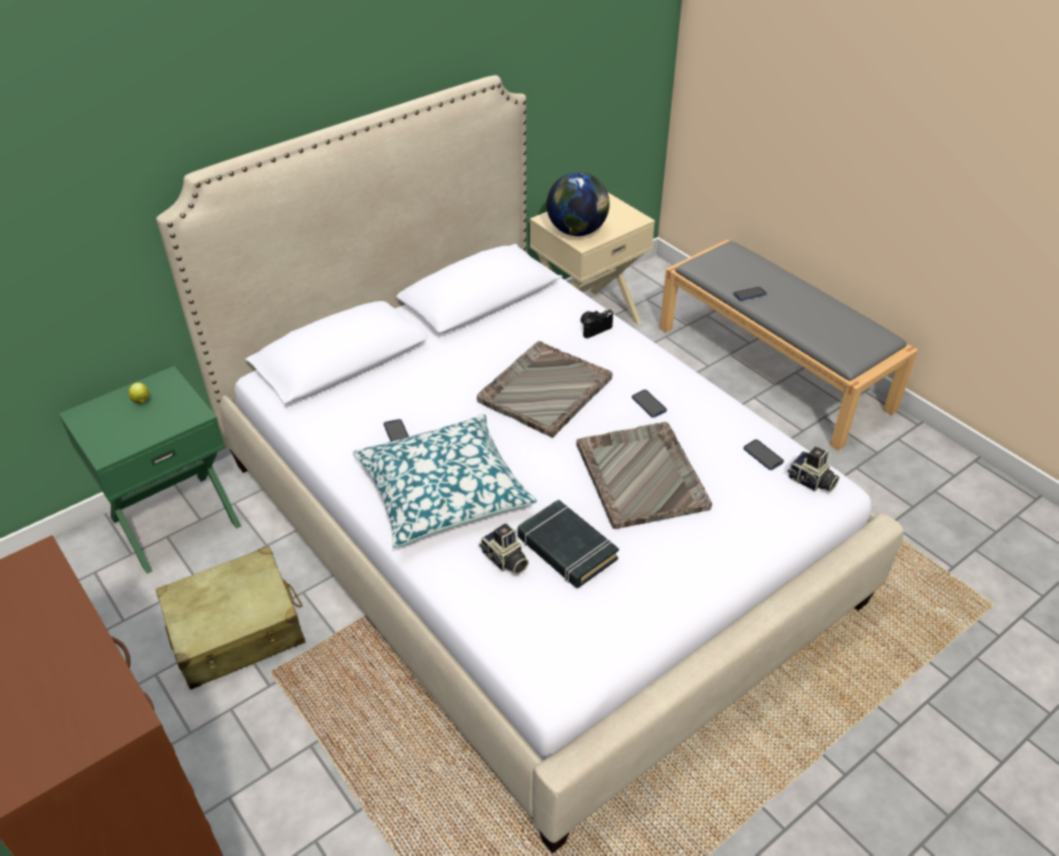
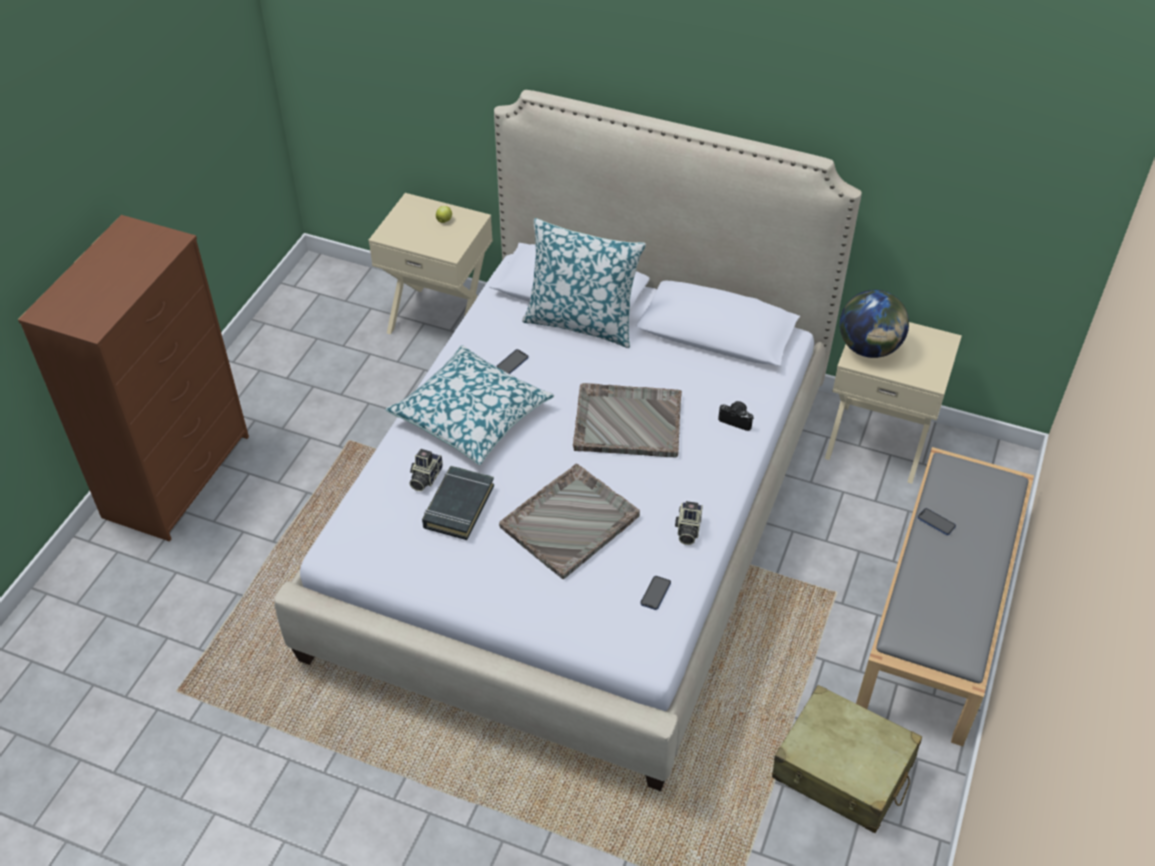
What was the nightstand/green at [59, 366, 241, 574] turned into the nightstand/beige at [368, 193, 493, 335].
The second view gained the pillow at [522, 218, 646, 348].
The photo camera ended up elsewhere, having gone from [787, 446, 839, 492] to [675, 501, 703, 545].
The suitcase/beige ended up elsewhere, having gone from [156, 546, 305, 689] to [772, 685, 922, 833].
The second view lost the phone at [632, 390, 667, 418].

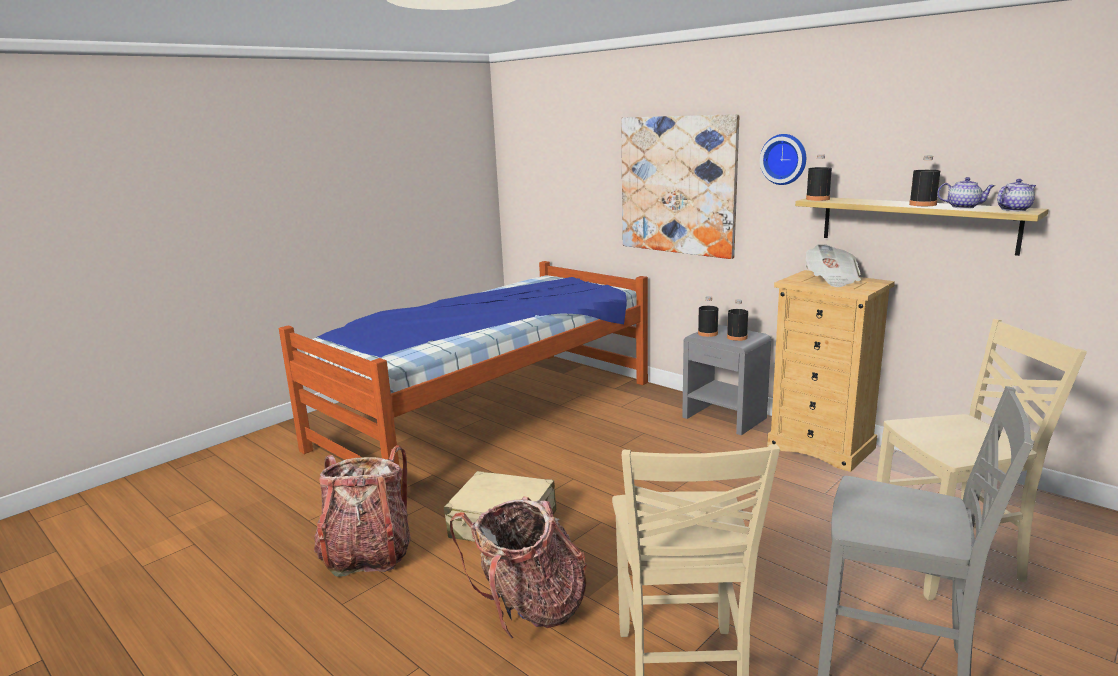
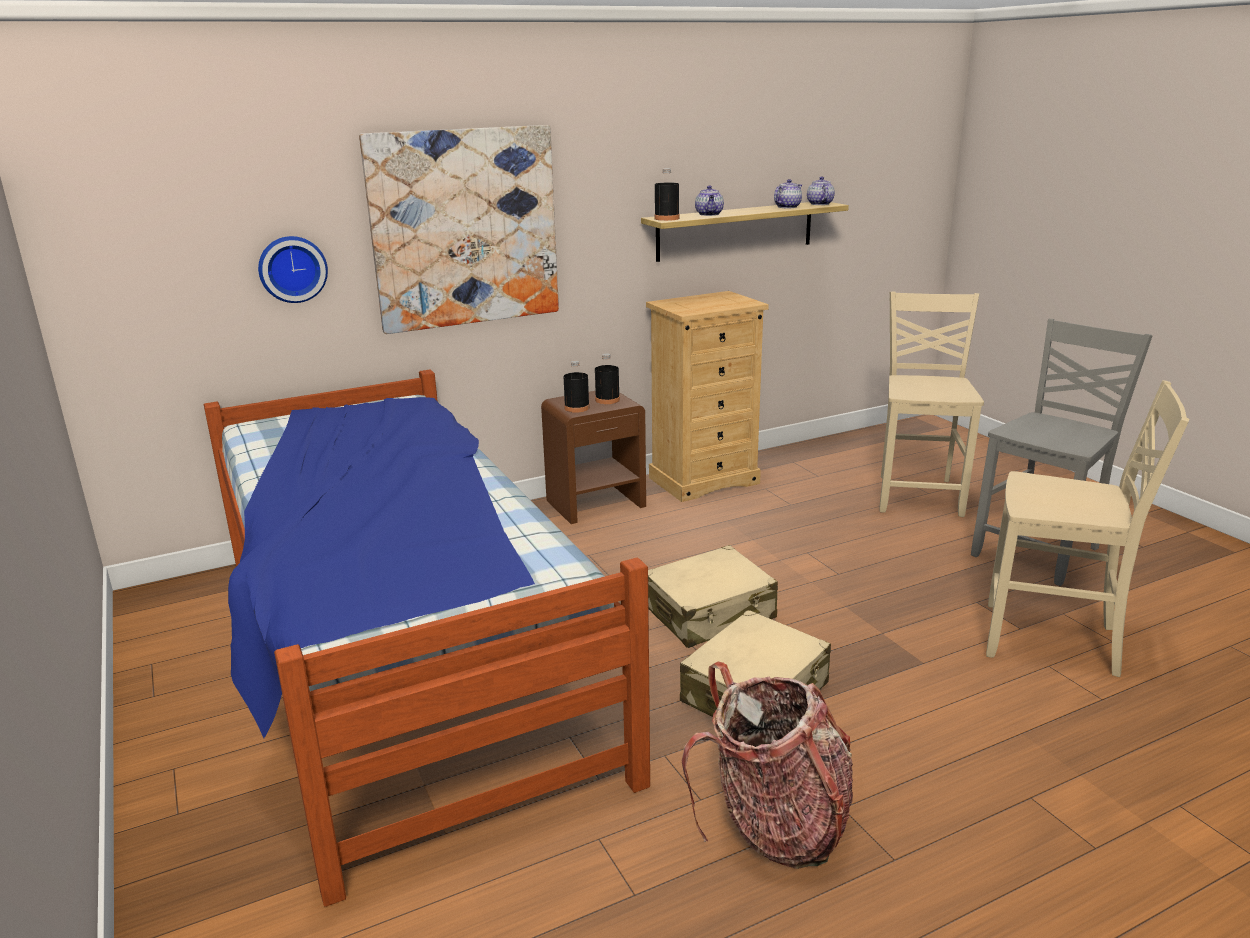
The wall clock ended up elsewhere, having gone from [760, 134, 806, 185] to [258, 236, 328, 303].
What was the nightstand/grey at [682, 325, 771, 435] turned into the nightstand/brown at [541, 391, 646, 524].
The second view gained the suitcase/beige at [648, 545, 778, 648].
The second view gained the teapot at [695, 185, 724, 216].
The second view lost the backpack at [450, 496, 587, 638].
The second view lost the newspaper at [806, 244, 861, 287].
The second view lost the bottle/black at [909, 156, 940, 206].

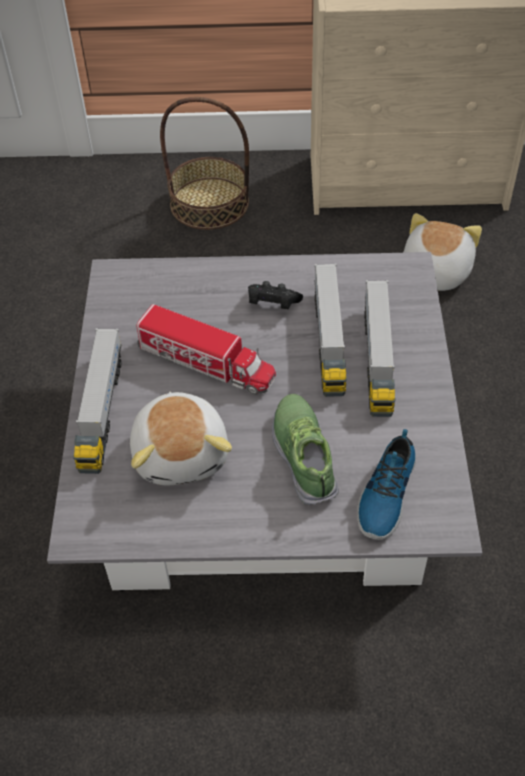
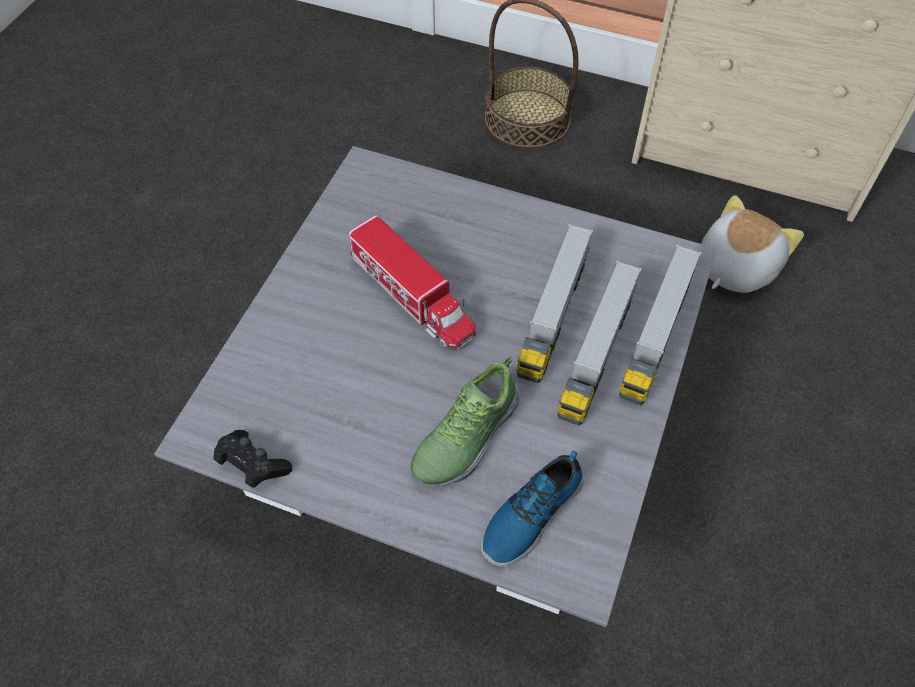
The game controller/black ended up elsewhere, having gone from [248, 281, 303, 309] to [213, 430, 292, 488].
The shoe at [272, 394, 339, 506] ended up facing another way, 150 degrees counterclockwise from before.
The toy truck ended up elsewhere, having gone from [73, 328, 121, 474] to [619, 244, 702, 405].
The second view lost the plush toy at [130, 392, 232, 485].

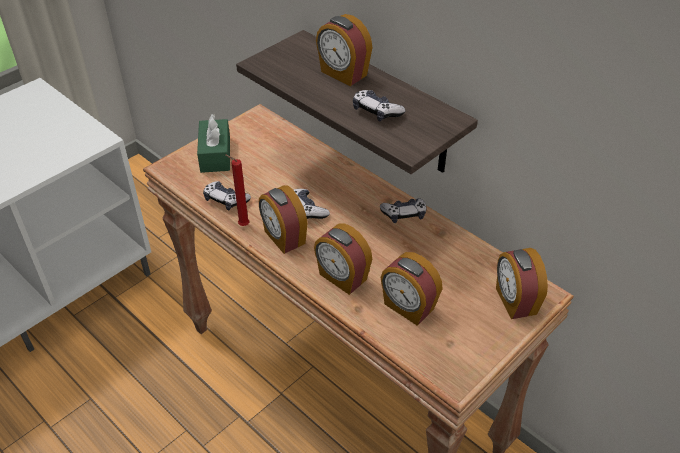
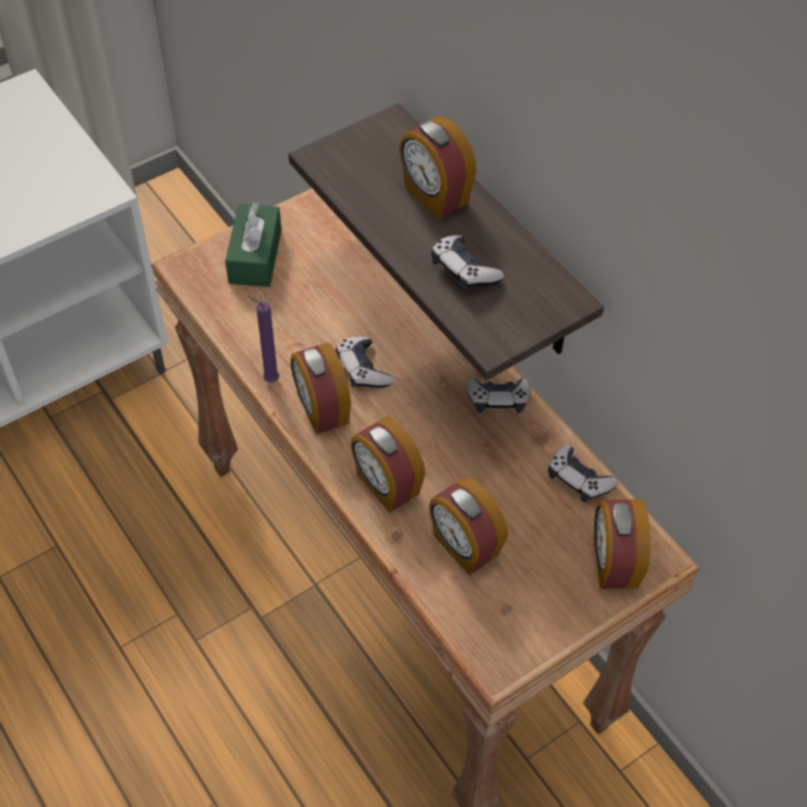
What was the candle/red at [225, 155, 249, 226] turned into the candle/purple at [248, 296, 279, 383].
The game controller ended up elsewhere, having gone from [203, 181, 251, 210] to [548, 445, 618, 502].

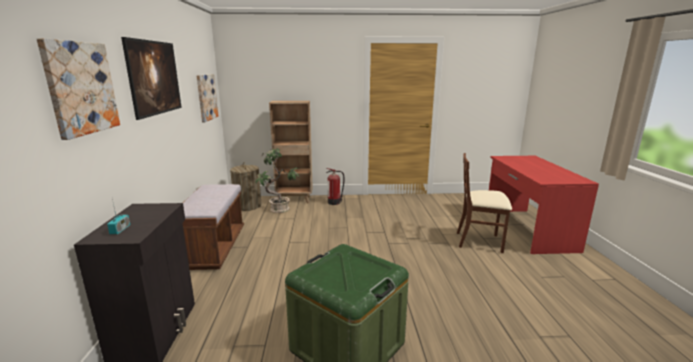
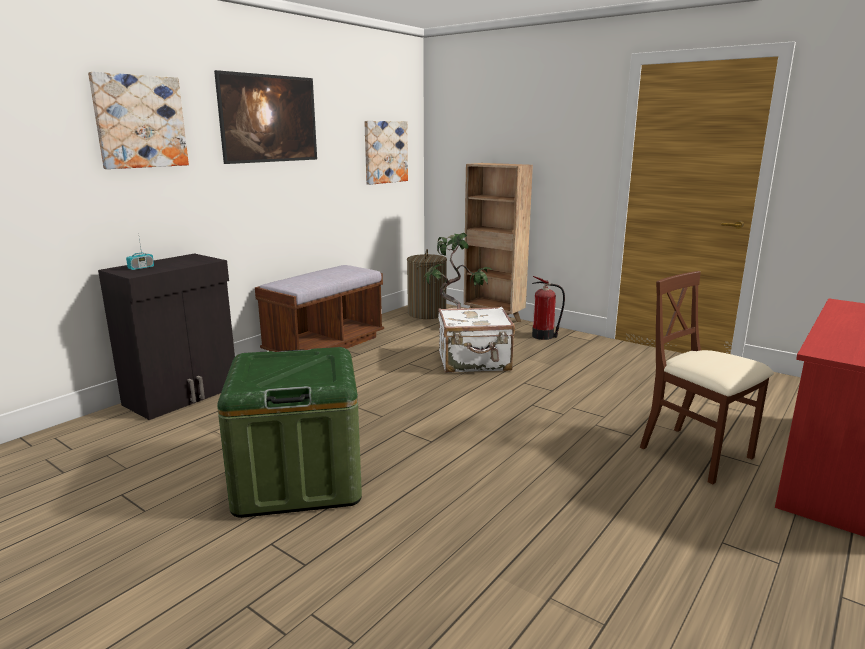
The second view gained the suitcase/white at [438, 307, 515, 373].

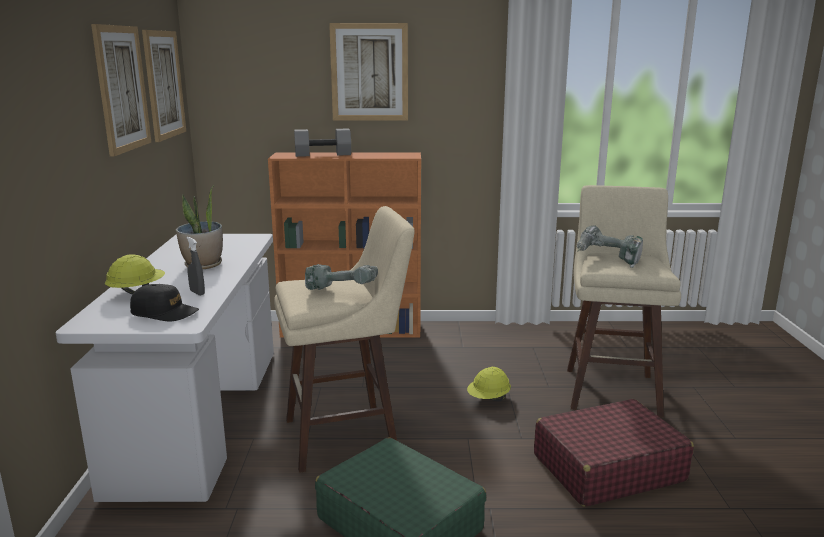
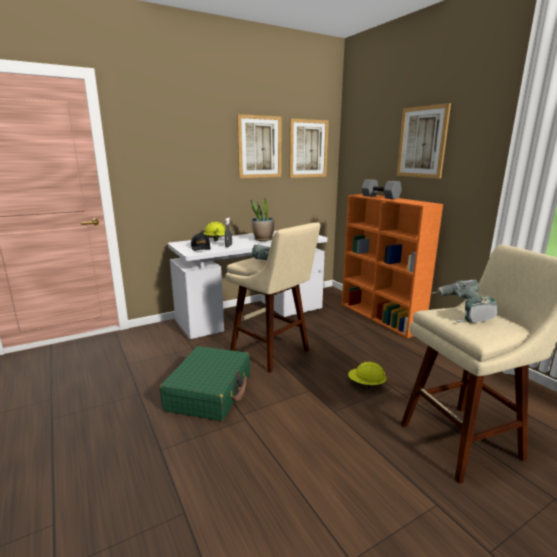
The second view lost the suitcase/red at [534, 399, 694, 507].

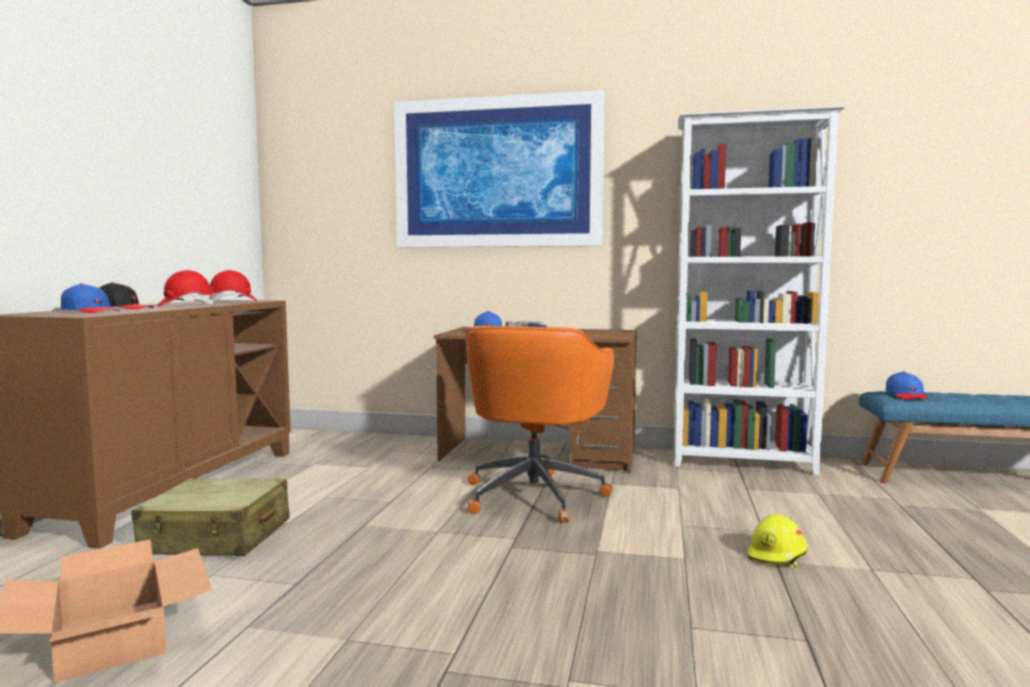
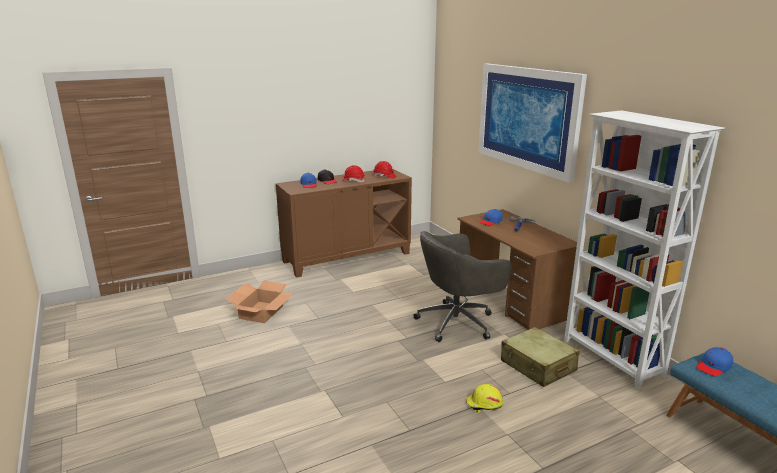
What was the office chair/orange at [465, 326, 614, 523] turned into the office chair/grey at [413, 231, 511, 342].
The suitcase/beige ended up elsewhere, having gone from [131, 478, 289, 556] to [501, 327, 579, 387].

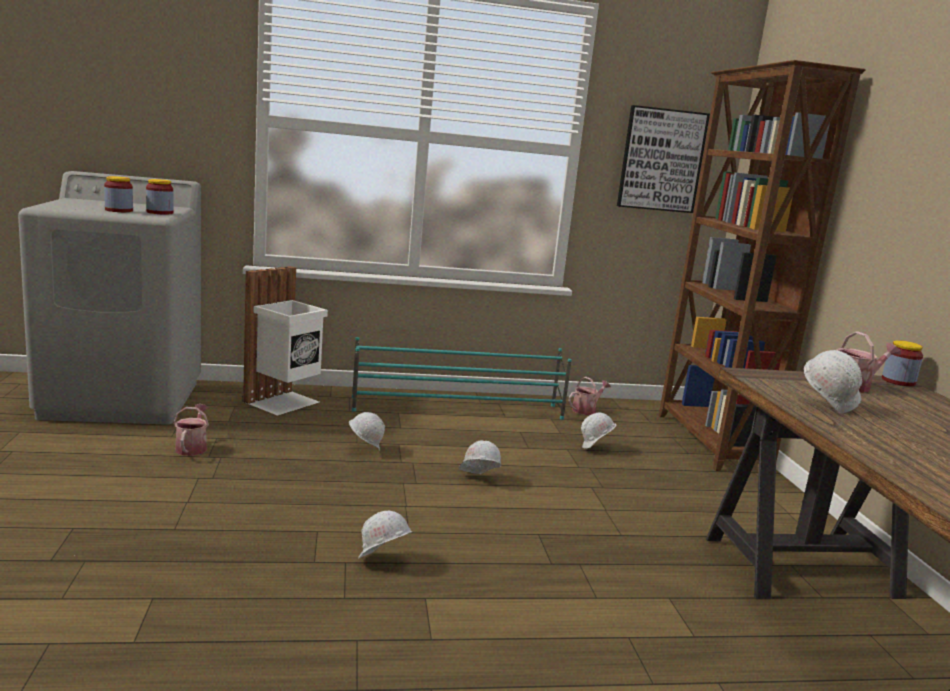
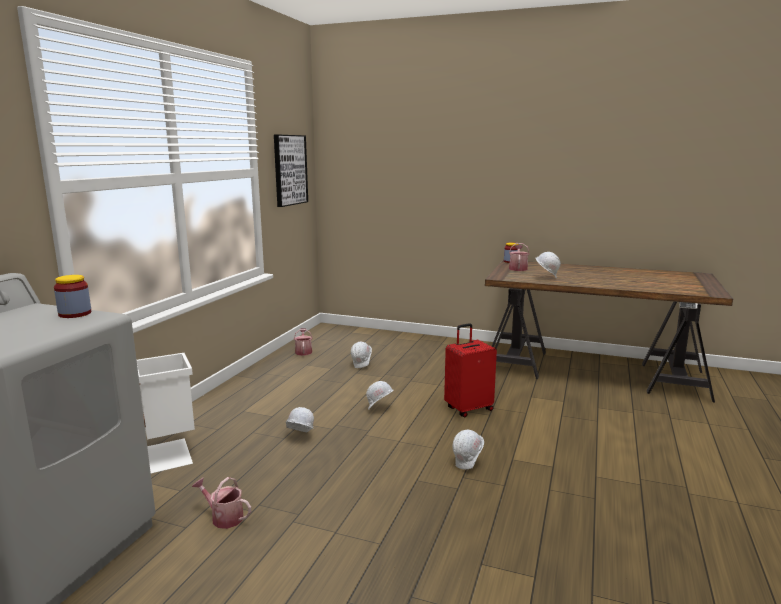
The second view gained the suitcase/red at [444, 323, 497, 417].
The second view lost the jar at [104, 176, 133, 212].
The second view lost the shoe rack/turquoise at [352, 337, 572, 420].
The second view lost the bookcase/brown at [659, 60, 866, 471].

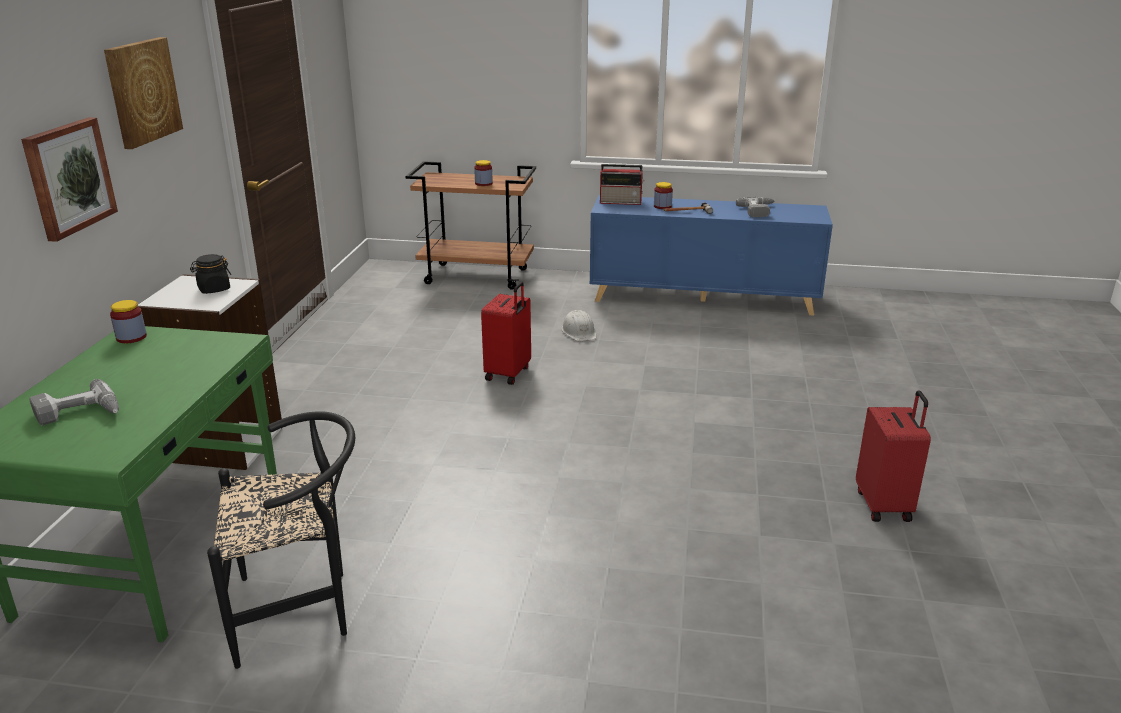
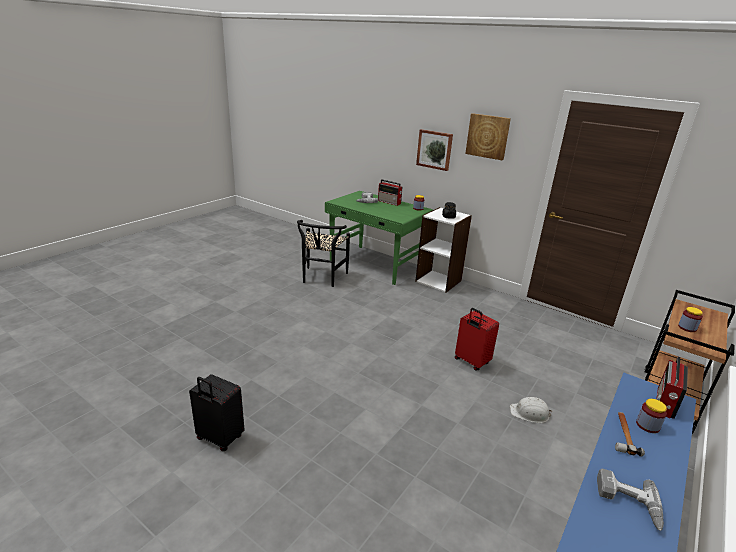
What was the suitcase/red at [856, 390, 931, 522] turned into the suitcase/black at [189, 374, 245, 451].
The second view gained the radio at [378, 179, 402, 206].

